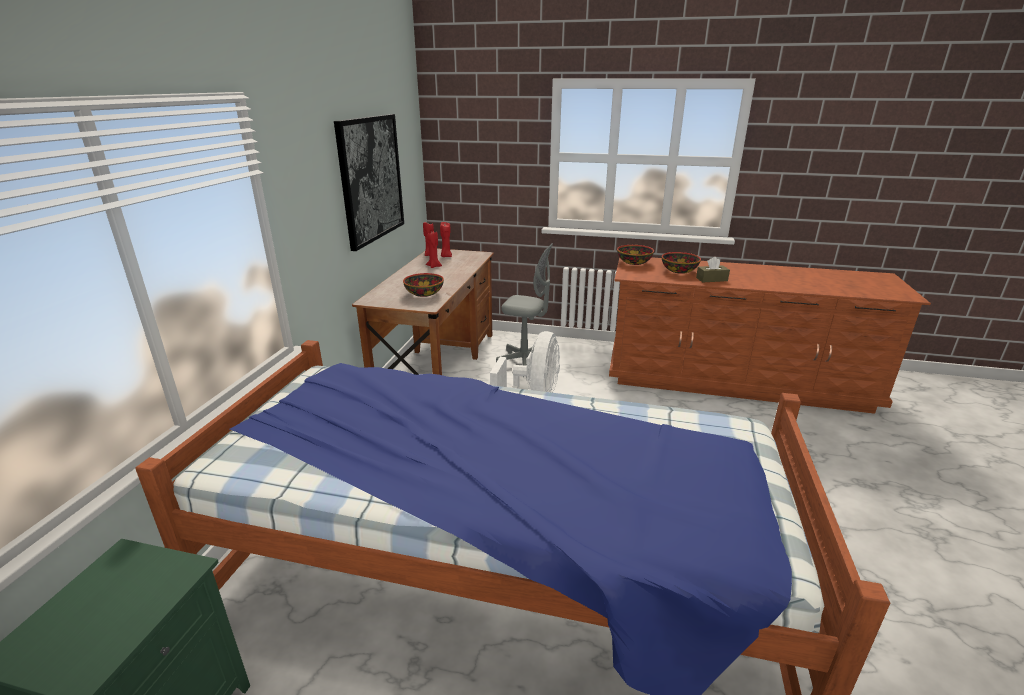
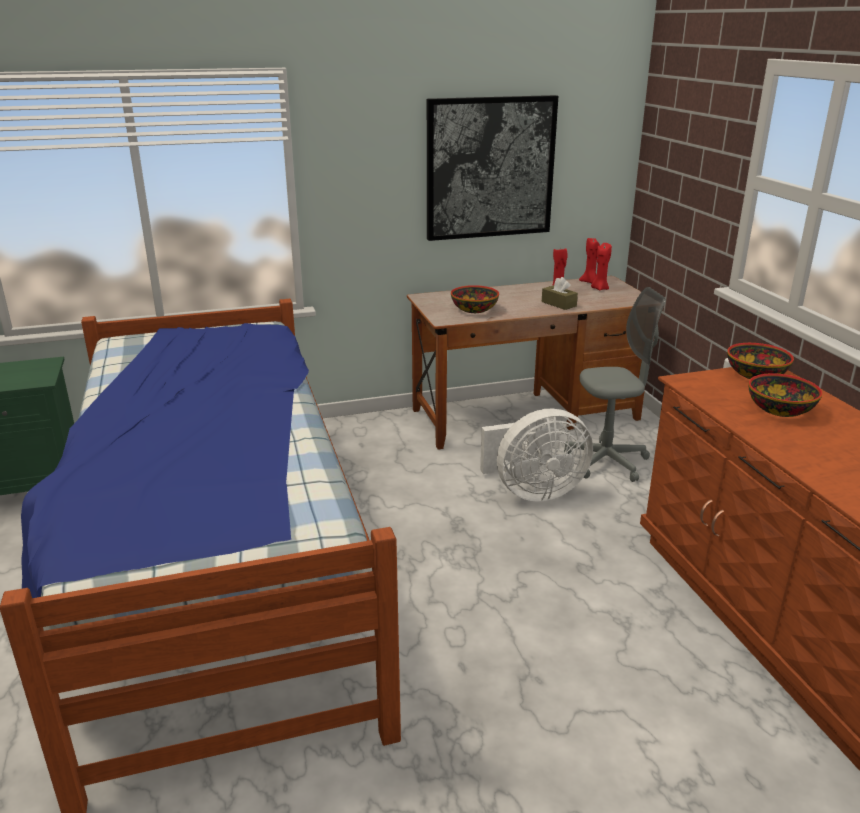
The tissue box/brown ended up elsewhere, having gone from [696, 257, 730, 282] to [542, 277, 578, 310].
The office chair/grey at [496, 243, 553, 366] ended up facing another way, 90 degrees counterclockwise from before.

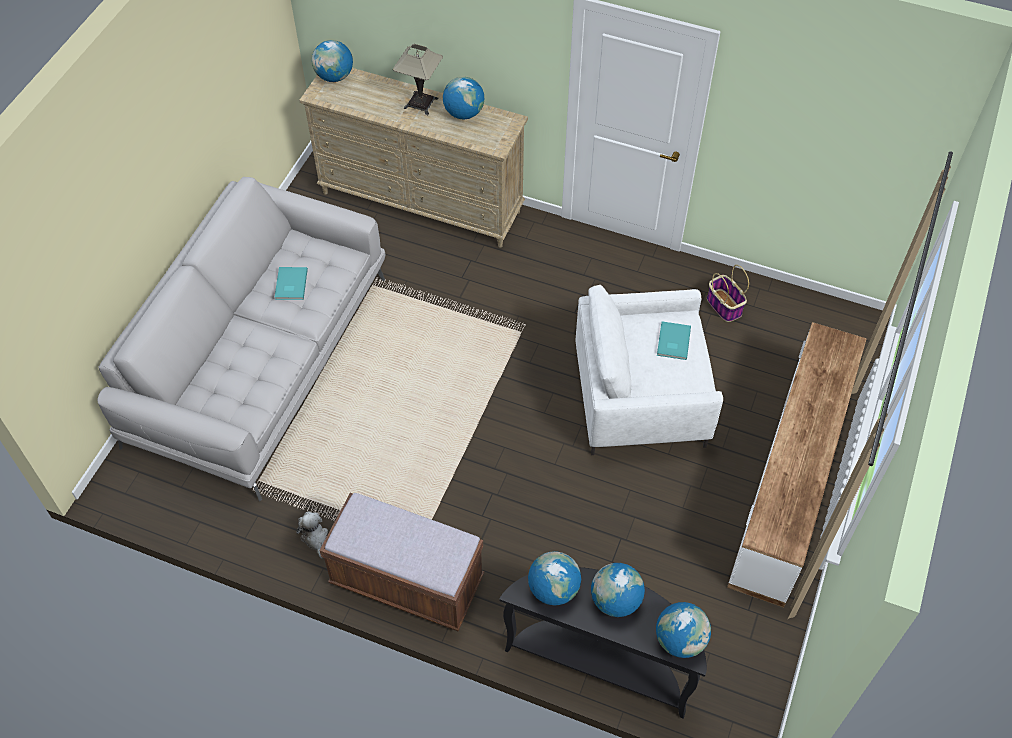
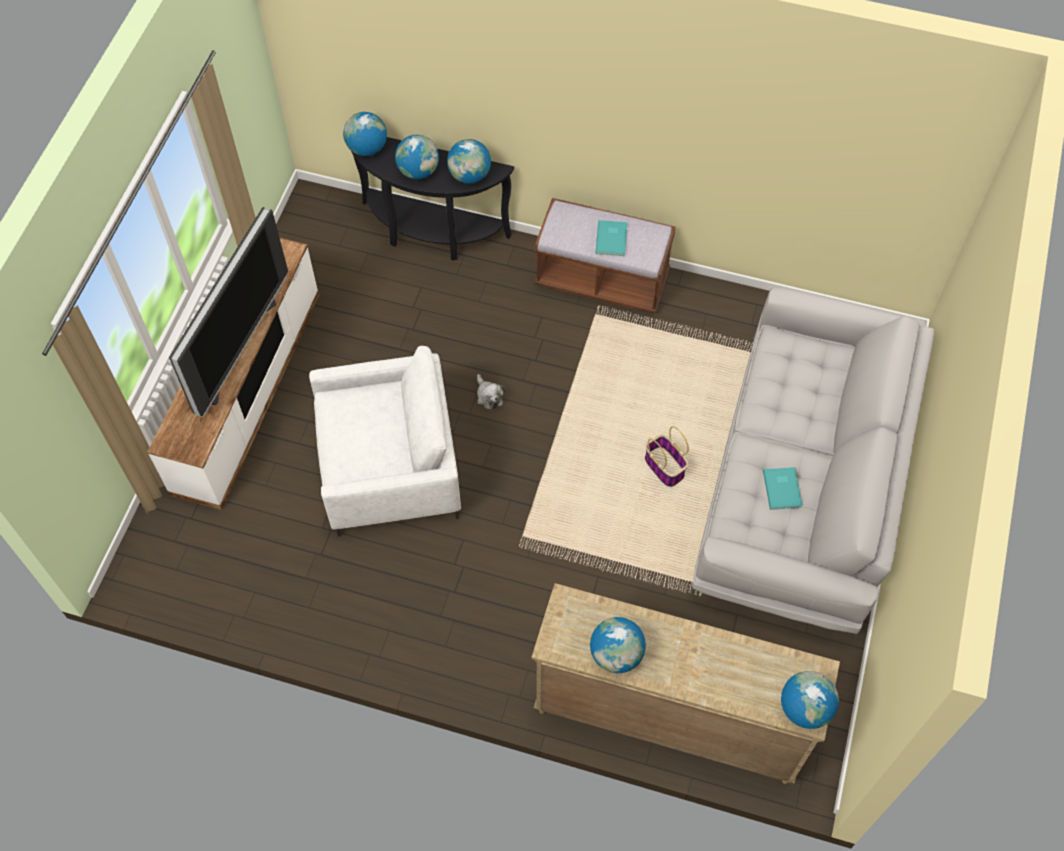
The second view gained the television at [169, 207, 288, 417].
The plush toy ended up elsewhere, having gone from [296, 511, 328, 559] to [477, 374, 505, 410].
The book/turquoise ended up elsewhere, having gone from [657, 321, 691, 360] to [596, 220, 628, 256].
The basket ended up elsewhere, having gone from [707, 265, 749, 322] to [645, 426, 689, 487].
The second view lost the table lamp at [393, 44, 443, 115].

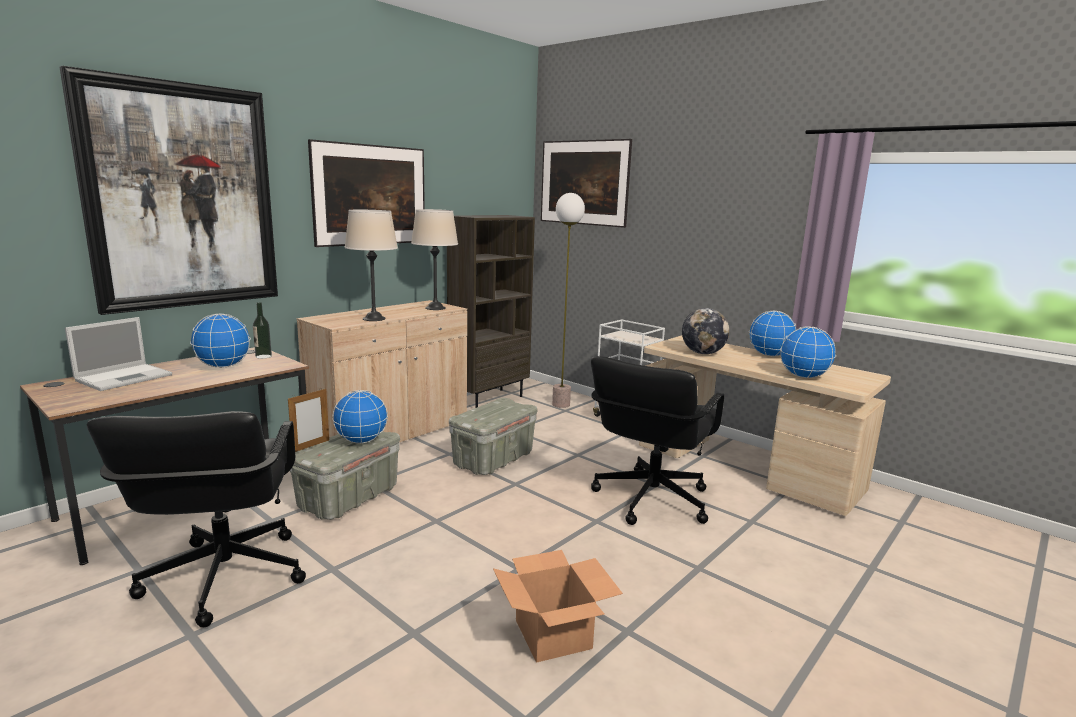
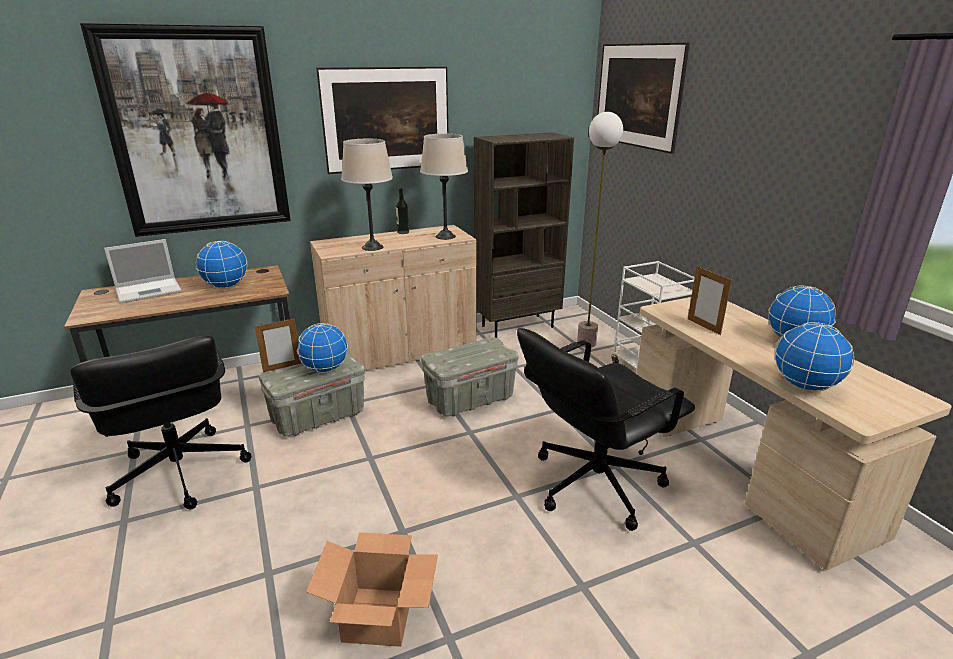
The office chair/black at [87, 411, 306, 628] ended up facing another way, 45 degrees counterclockwise from before.
The bottle ended up elsewhere, having gone from [253, 302, 272, 359] to [396, 188, 409, 234].
Where the globe stood at [682, 308, 729, 354], the picture frame came to stand at [688, 266, 732, 335].

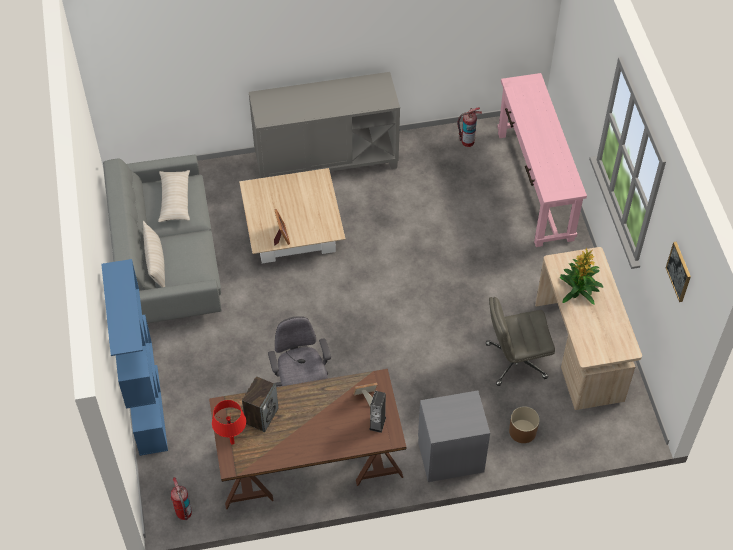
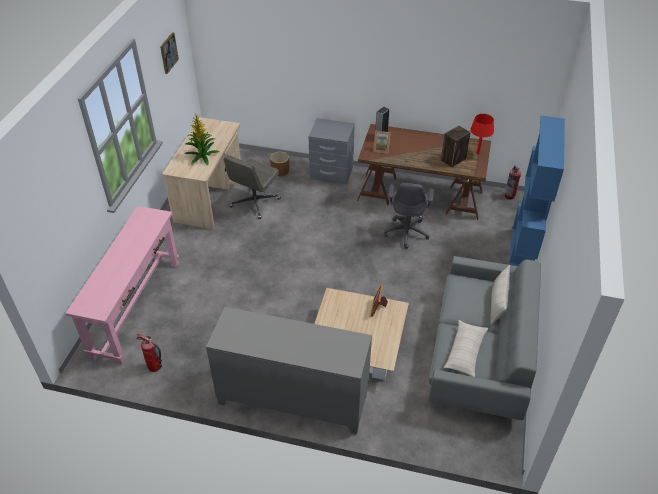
The office chair/grey at [486, 297, 555, 386] ended up facing another way, 105 degrees clockwise from before.

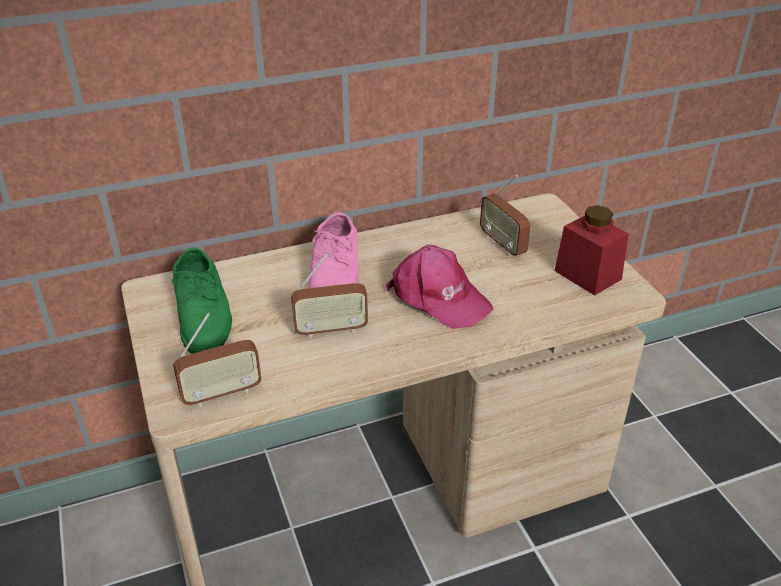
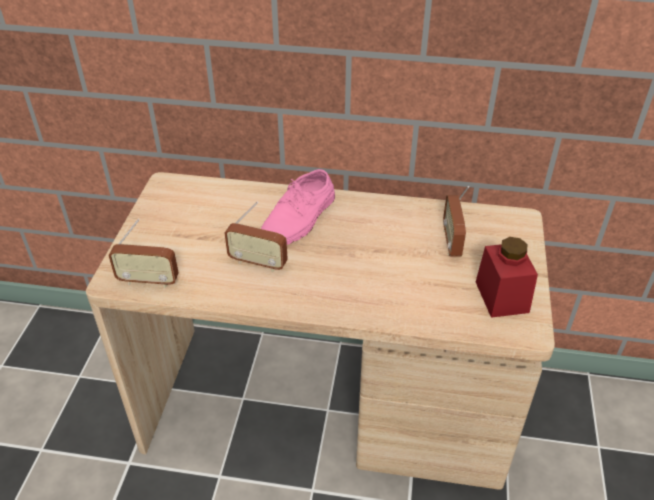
The second view lost the shoe/green at [171, 248, 232, 354].
The second view lost the cap/pink at [386, 245, 493, 329].

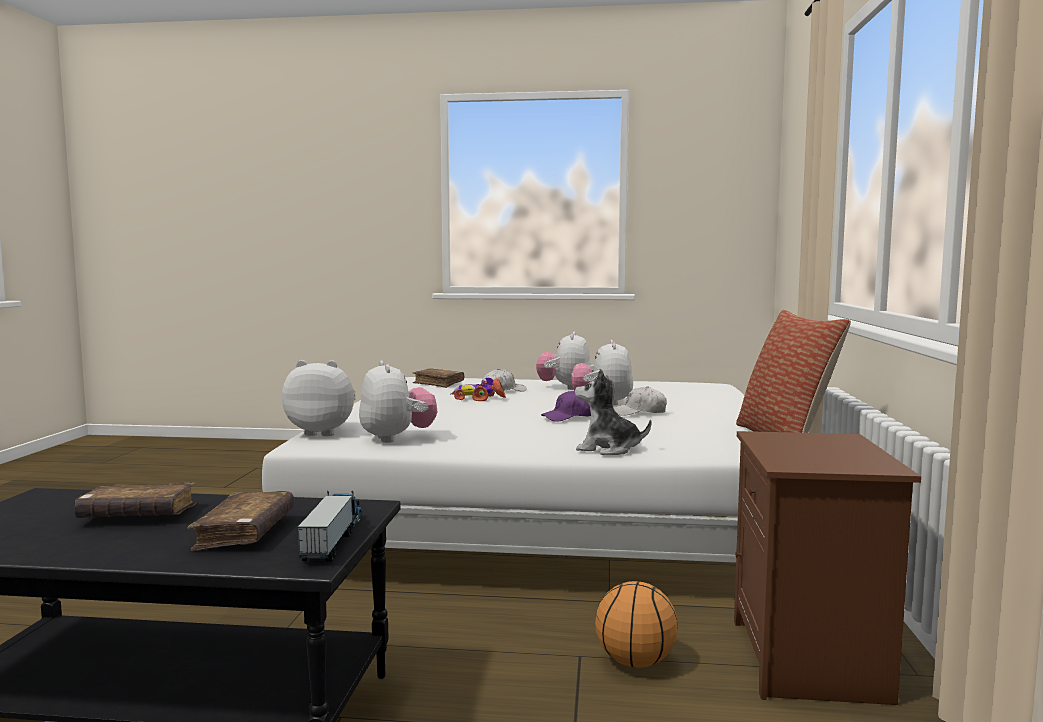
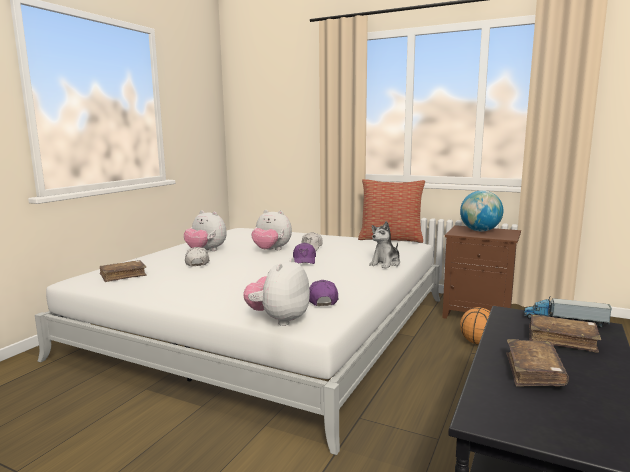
Where the plush toy stood at [359, 361, 438, 443], the cap/purple came to stand at [309, 280, 339, 306].
The second view gained the globe at [460, 190, 503, 232].
The second view lost the toy car at [450, 378, 506, 401].

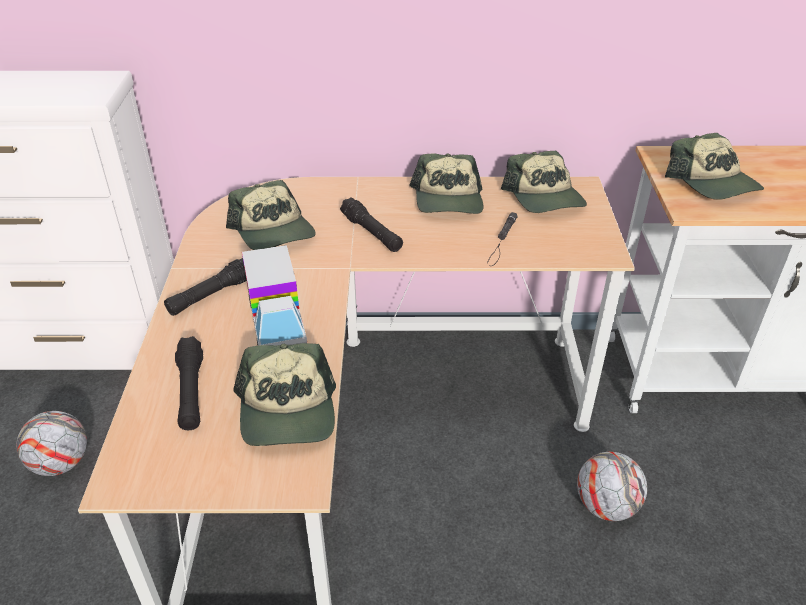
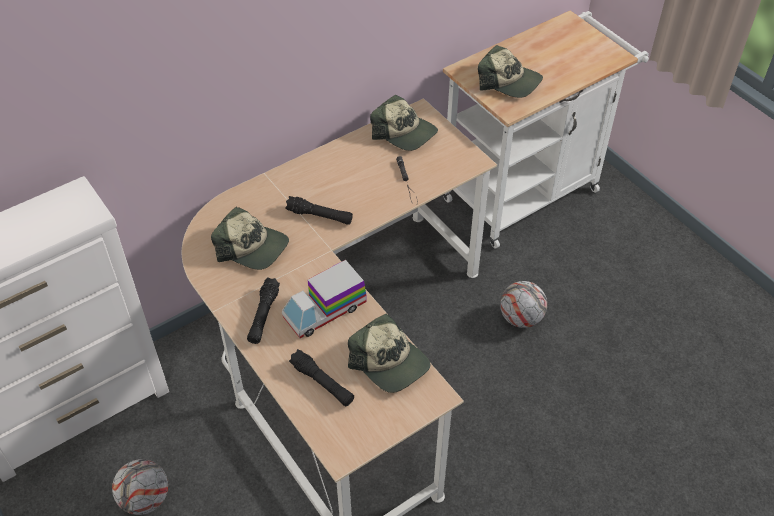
The toy truck at [242, 245, 307, 346] ended up facing another way, 105 degrees clockwise from before.
The second view lost the cap at [409, 153, 484, 214].

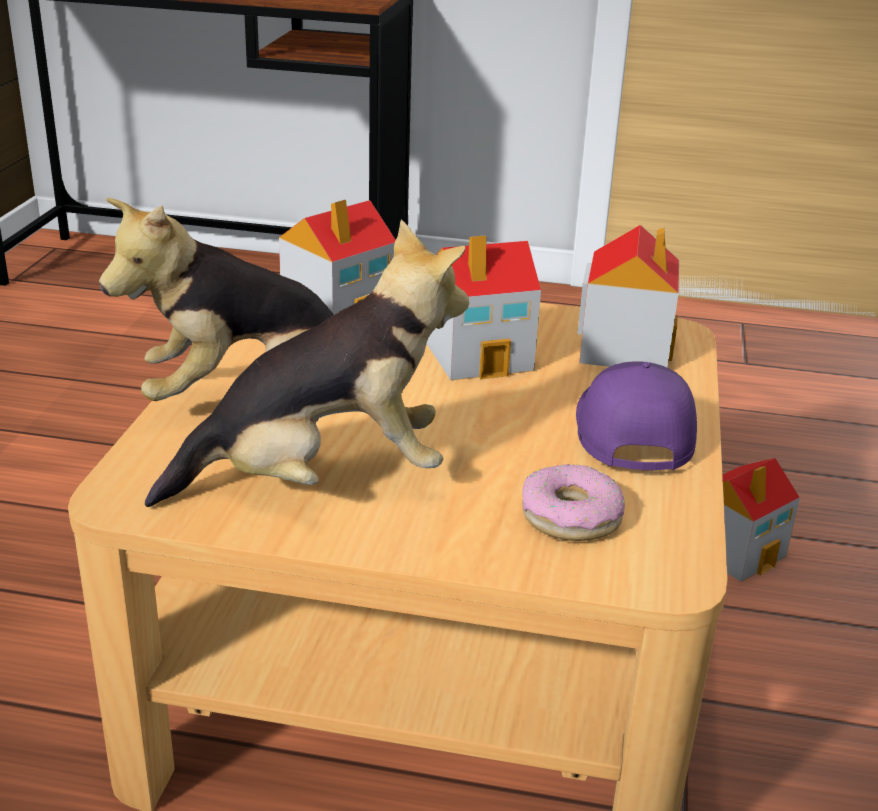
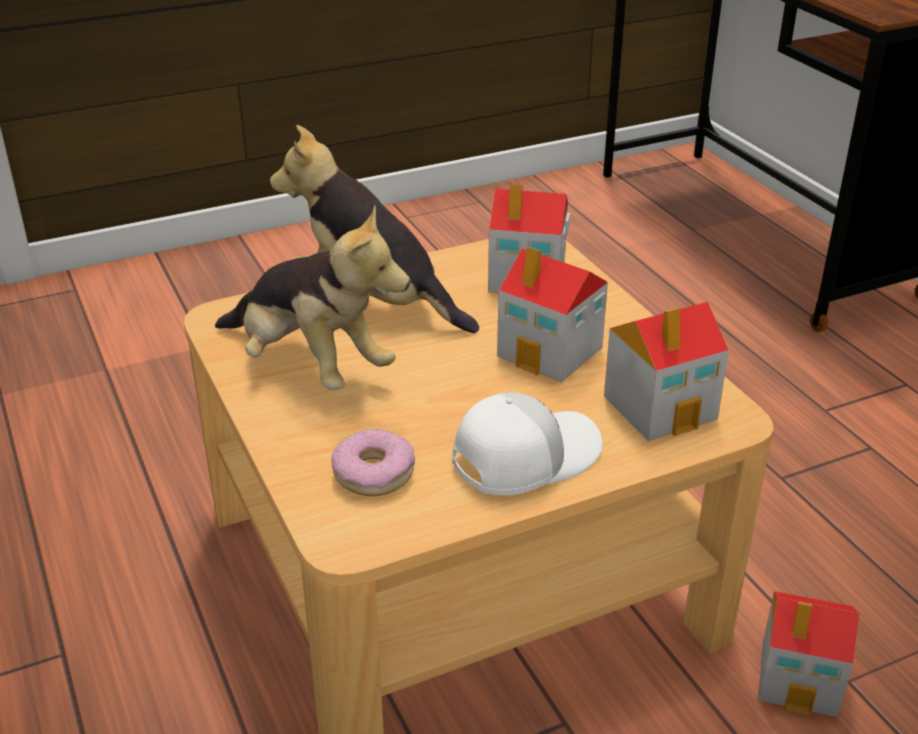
What was the cap/purple at [576, 361, 697, 470] turned into the cap/white at [452, 392, 603, 496].

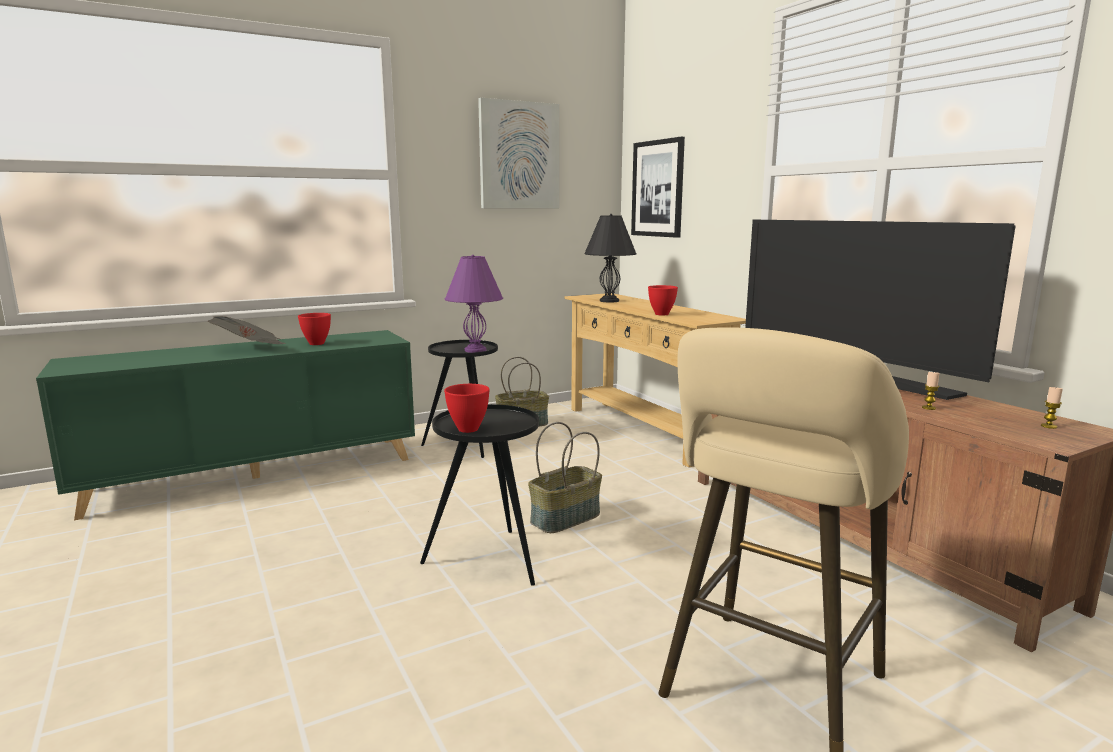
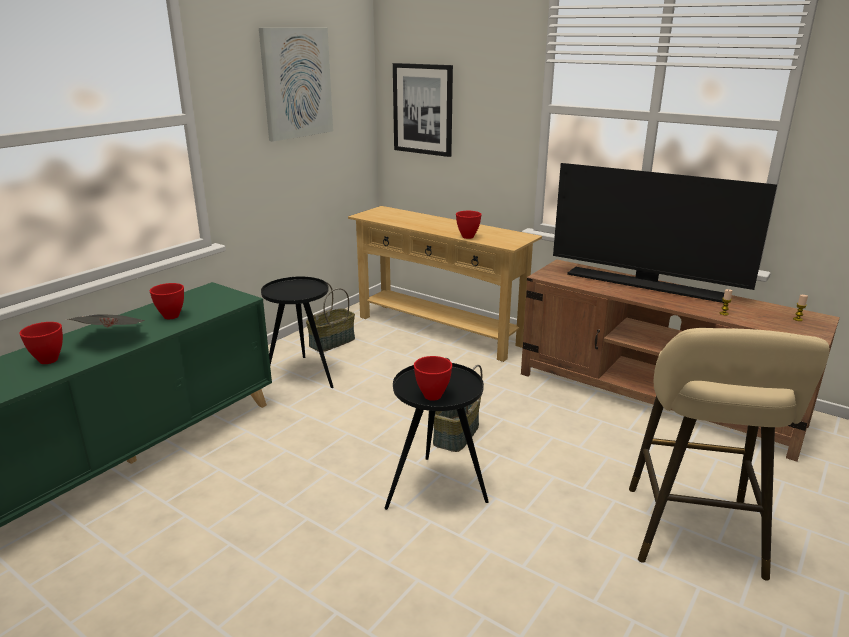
The second view gained the bowl/red at [19, 322, 63, 364].
The second view lost the table lamp/purple at [445, 255, 503, 353].
The second view lost the table lamp/black at [584, 214, 637, 302].

